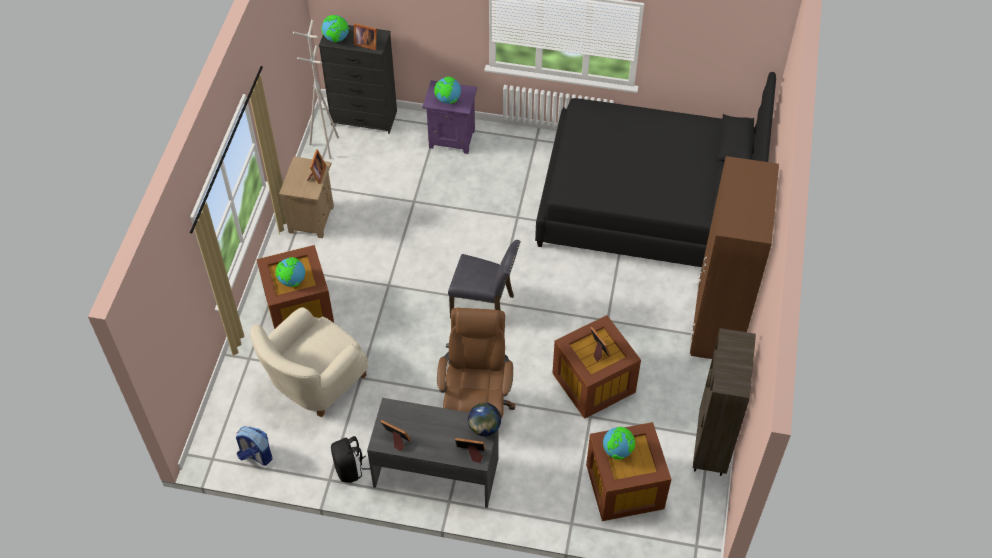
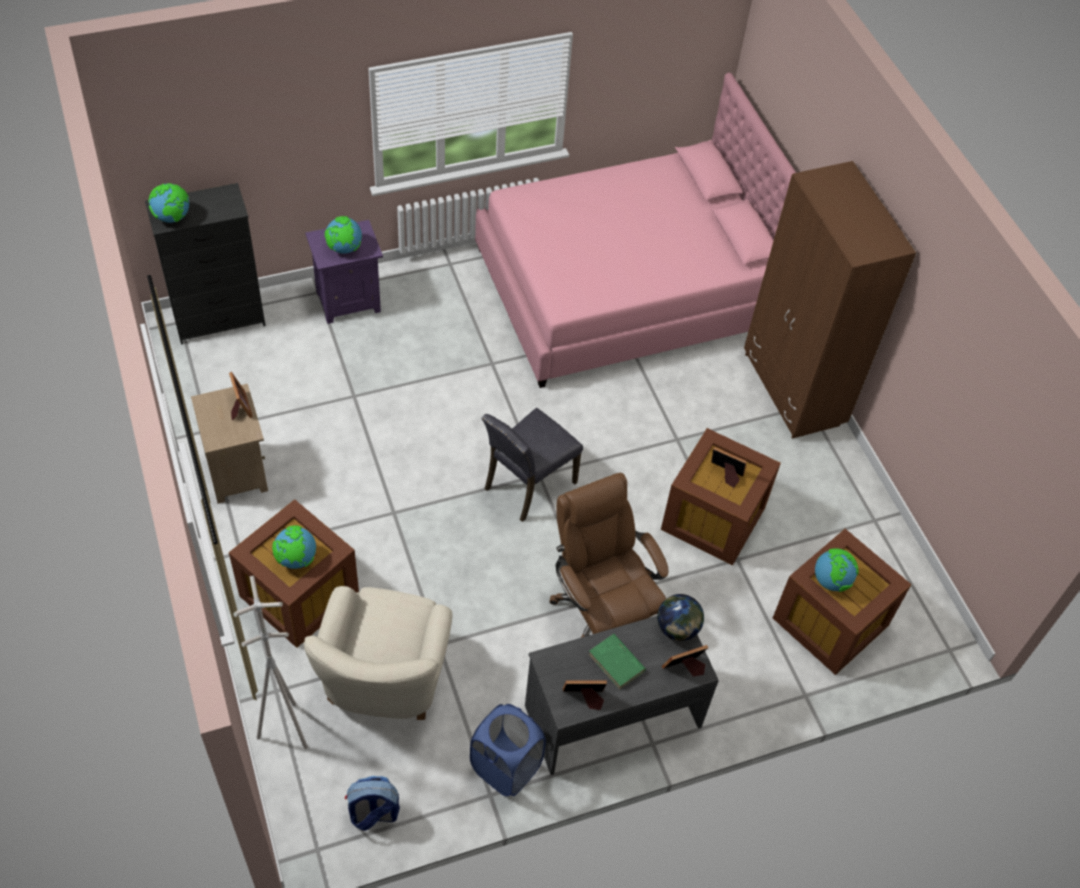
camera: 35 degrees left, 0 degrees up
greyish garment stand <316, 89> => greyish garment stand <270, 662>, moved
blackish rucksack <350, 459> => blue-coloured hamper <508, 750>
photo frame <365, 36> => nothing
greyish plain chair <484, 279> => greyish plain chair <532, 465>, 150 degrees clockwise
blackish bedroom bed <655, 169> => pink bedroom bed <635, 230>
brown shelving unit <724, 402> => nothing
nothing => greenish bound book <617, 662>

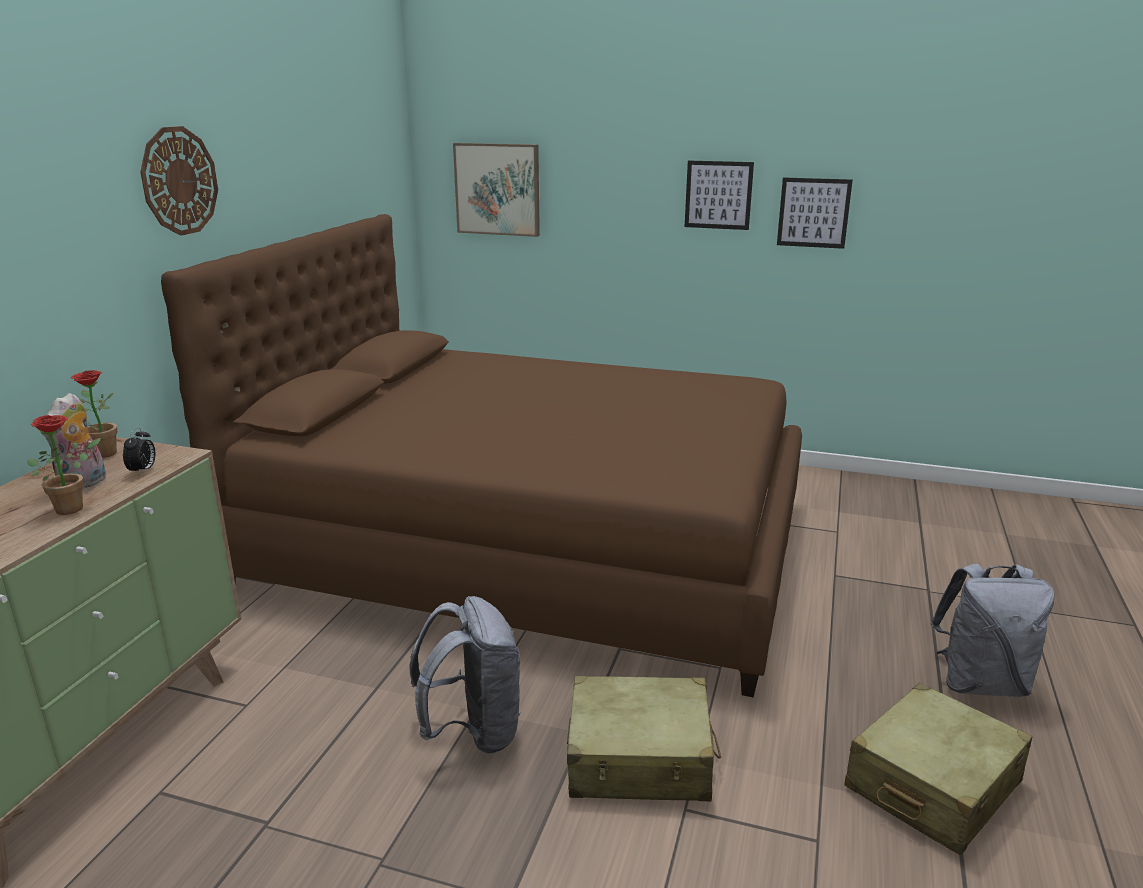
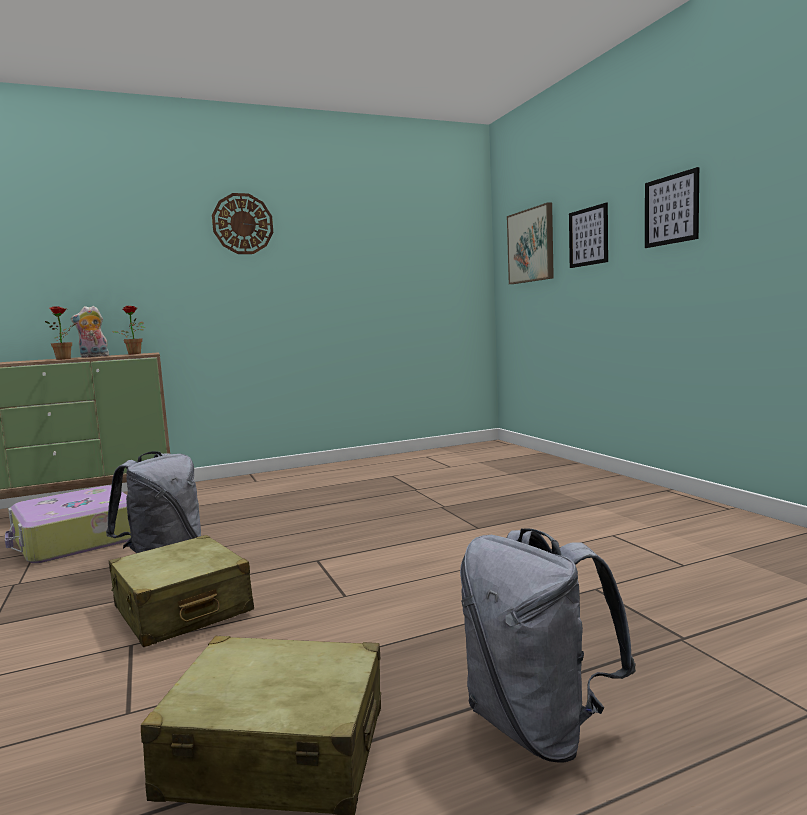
camera: 50 degrees right, 15 degrees down
table clock <139, 451> => nothing
brown bedroom bed <481, 455> => nothing
wall picture <815, 213> => wall picture <588, 235>, moved
nothing => travel case <68, 524>

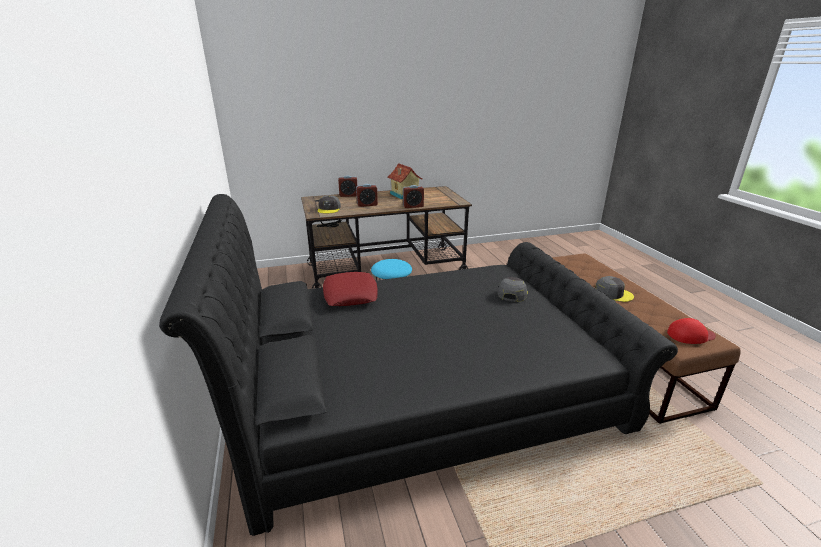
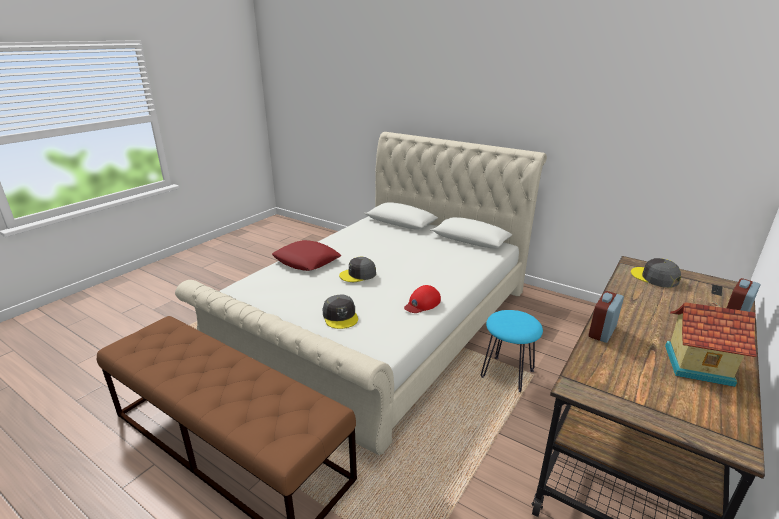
camera: 140 degrees right, 0 degrees up
blackish bedroom bed <418, 365> => beige bedroom bed <361, 293>
reddish cushion <350, 289> => reddish cushion <306, 255>, moved
table clock <367, 195> => nothing
greyish baseball cap <614, 289> => greyish baseball cap <357, 269>, moved
reddish baseball cap <691, 331> => reddish baseball cap <422, 299>, moved

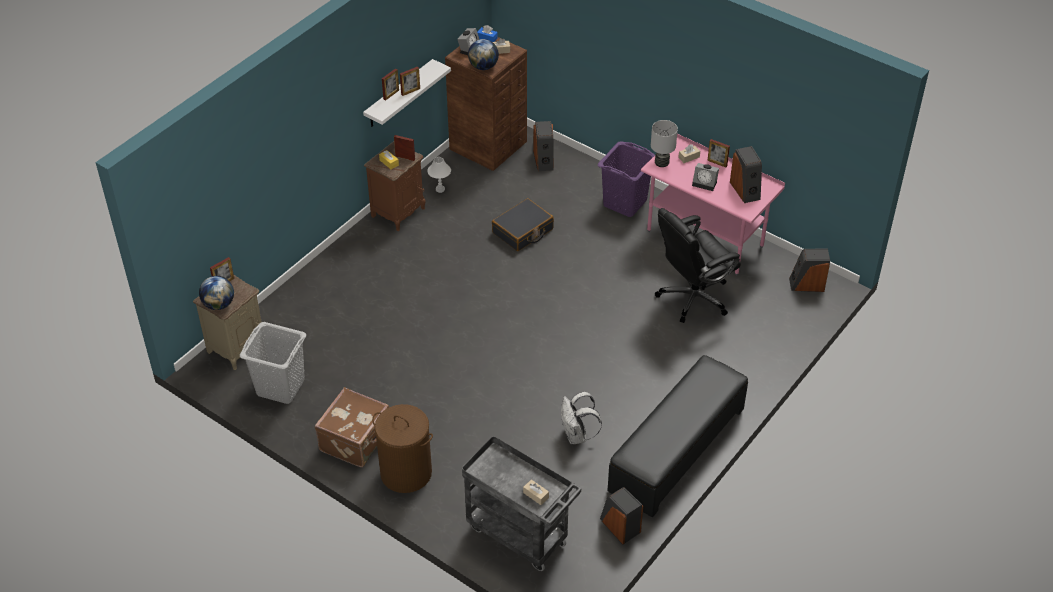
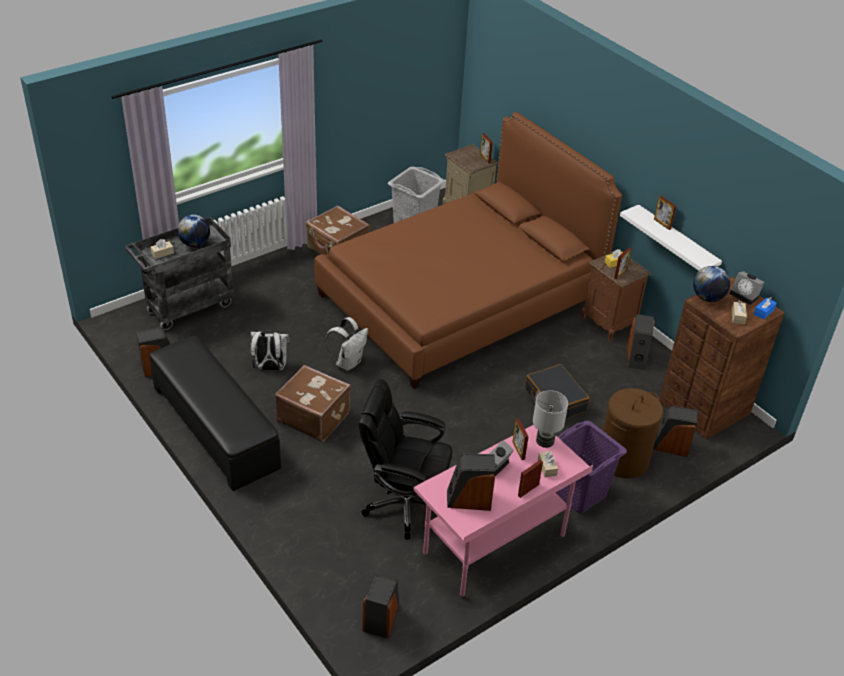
camera: 105 degrees right, 5 degrees down
world globe <216, 293> => world globe <193, 230>, moved
brown hamper <402, 448> => brown hamper <633, 433>, moved
photo frame <410, 81> => photo frame <521, 439>, moved
white lamp for a table <439, 175> => audio speaker <641, 342>
blackish computer chair <698, 265> => blackish computer chair <405, 459>, 60 degrees counterclockwise
nothing => brown travel case <313, 403>
nothing => brown bedroom bed <468, 250>
nothing => white rucksack <346, 344>

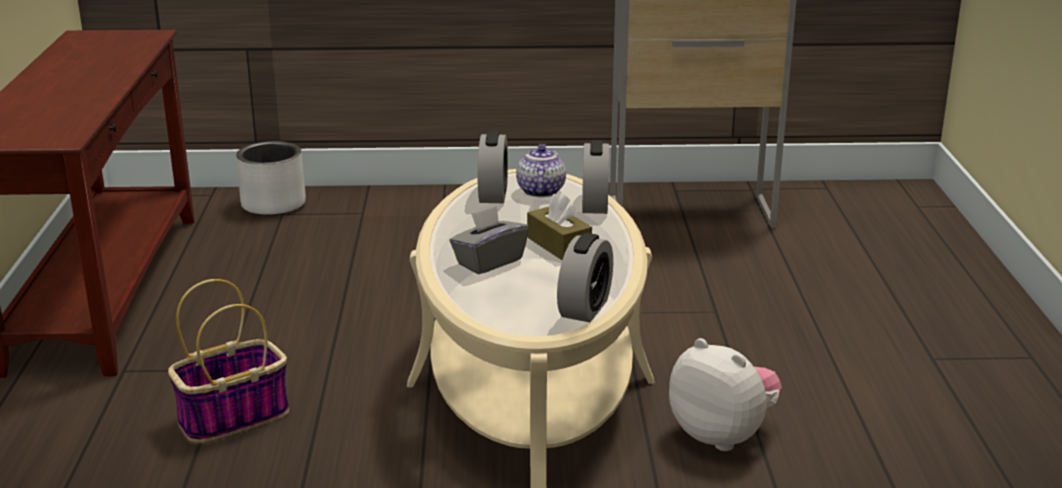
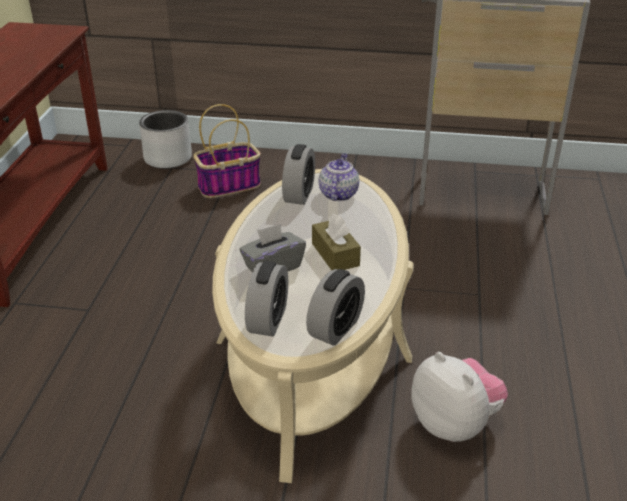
camera: 10 degrees right, 10 degrees up
basket <228, 361> => basket <227, 151>, moved
table clock <595, 177> => table clock <266, 299>, moved

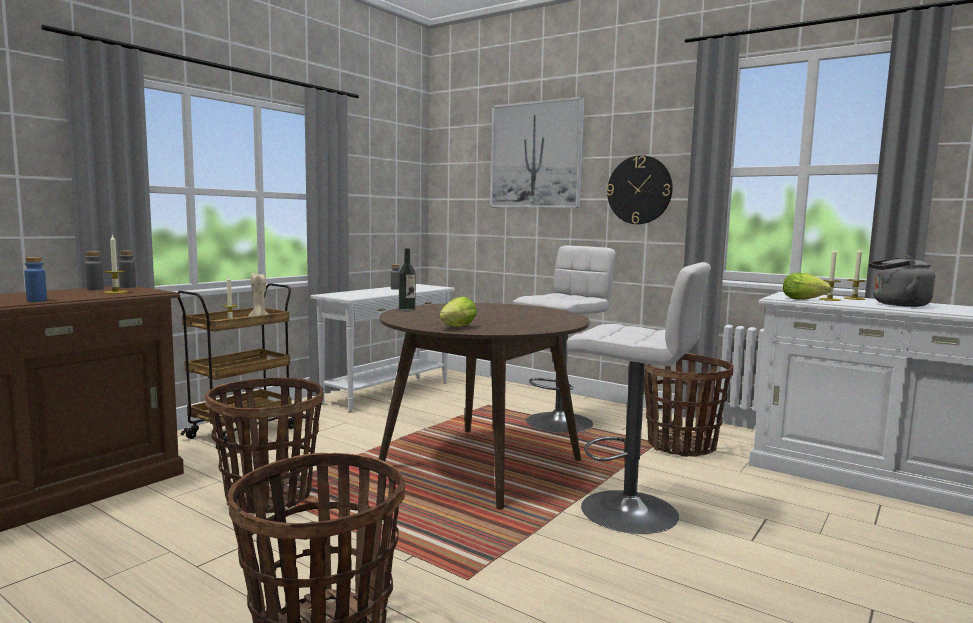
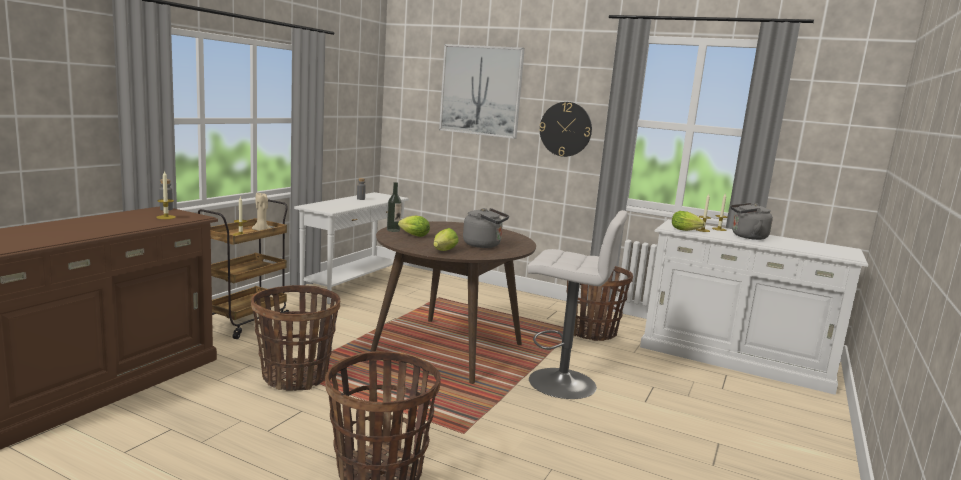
camera: 10 degrees left, 5 degrees up
blue-coloured beverage bottle <35, 279> => nothing
greyish beverage bottle <94, 270> => nothing
white stool <564, 339> => nothing
nothing => lettuce head <414, 226>
nothing => greyish tea kettle <486, 228>

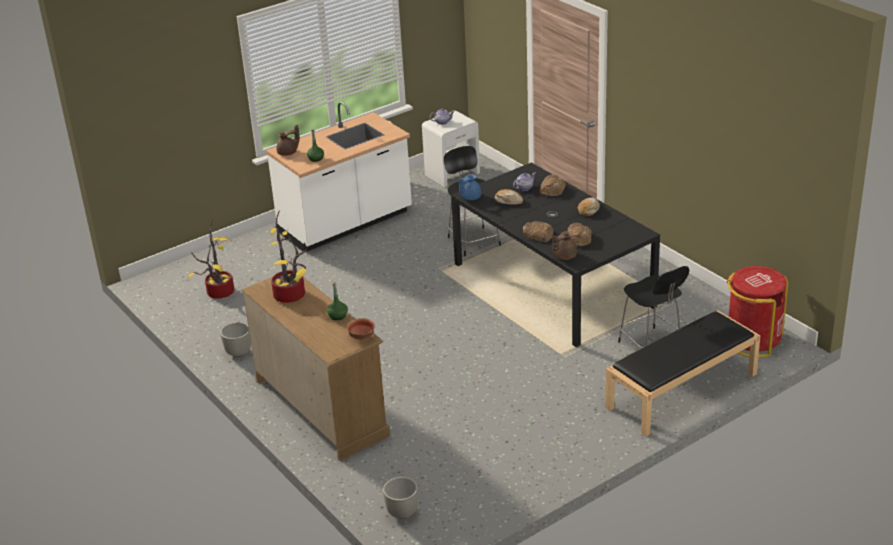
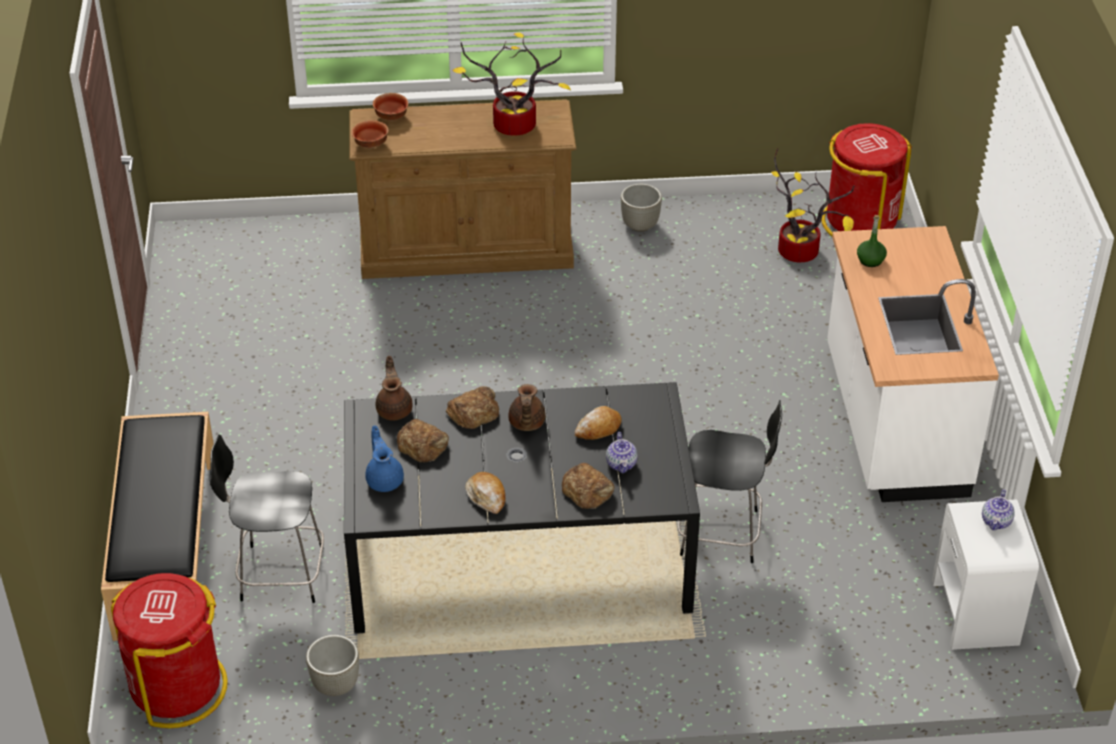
camera: 120 degrees right, 10 degrees up
brown tea pot <288, 140> => brown tea pot <527, 407>, moved
greenish beverage bottle <337, 301> => nothing
greyish flower pot <401, 498> => greyish flower pot <332, 665>, moved
blue-coloured tea pot <470, 187> => blue-coloured tea pot <384, 459>, moved
nothing => deep dish <390, 107>
nothing => reddish waste bin <866, 179>

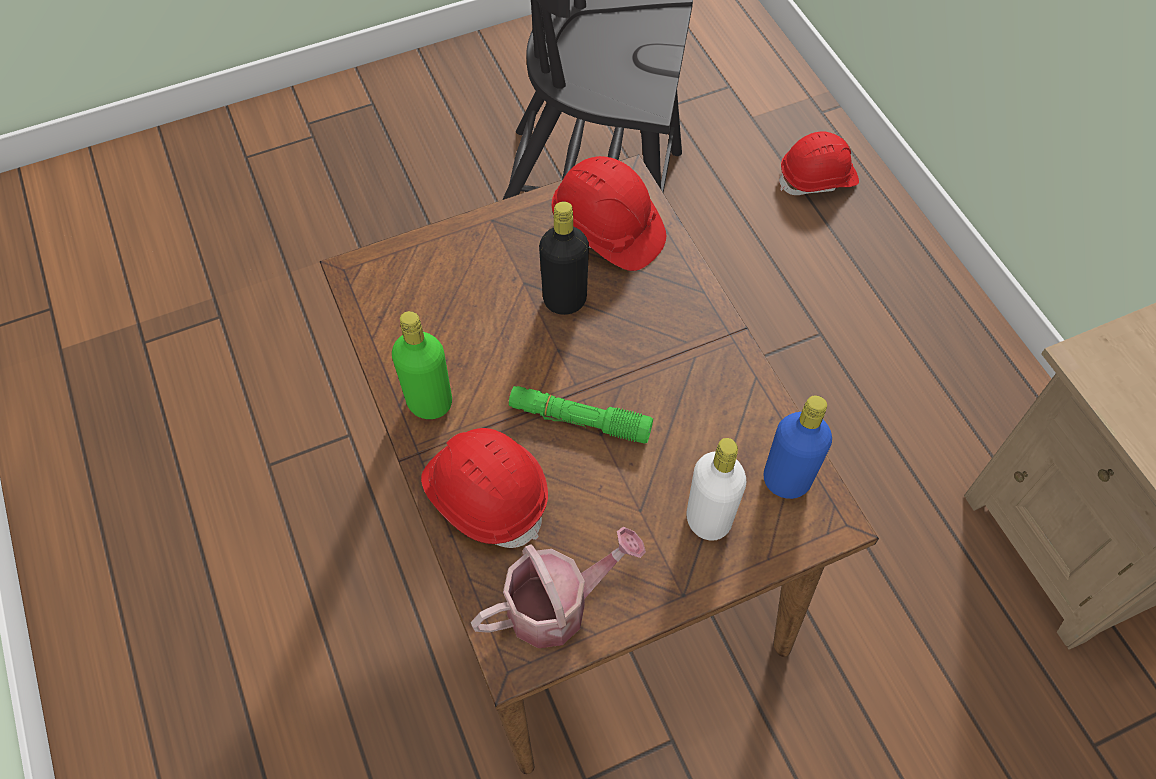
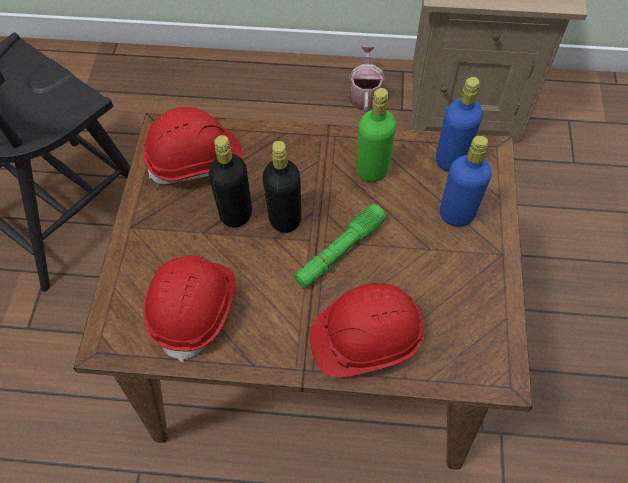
camera: 60 degrees left, 0 degrees up
greenish beverage bottle <422, 365> => greenish beverage bottle <376, 135>, moved
sprinkling can <558, 587> => sprinkling can <367, 79>, moved
white beverage bottle <716, 489> => blue-coloured beverage bottle <466, 181>
reddish hard hat <819, 163> => reddish hard hat <189, 308>, moved
nothing => blackish beverage bottle <282, 187>

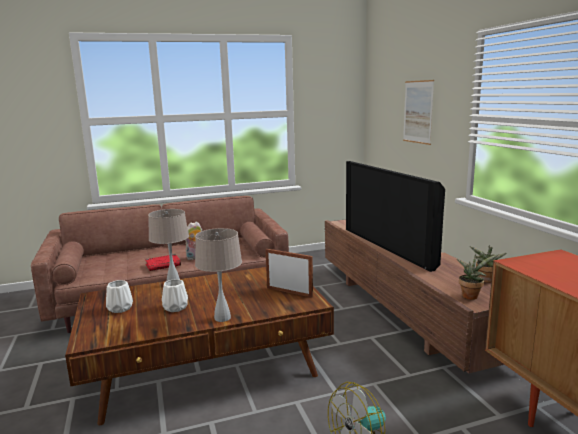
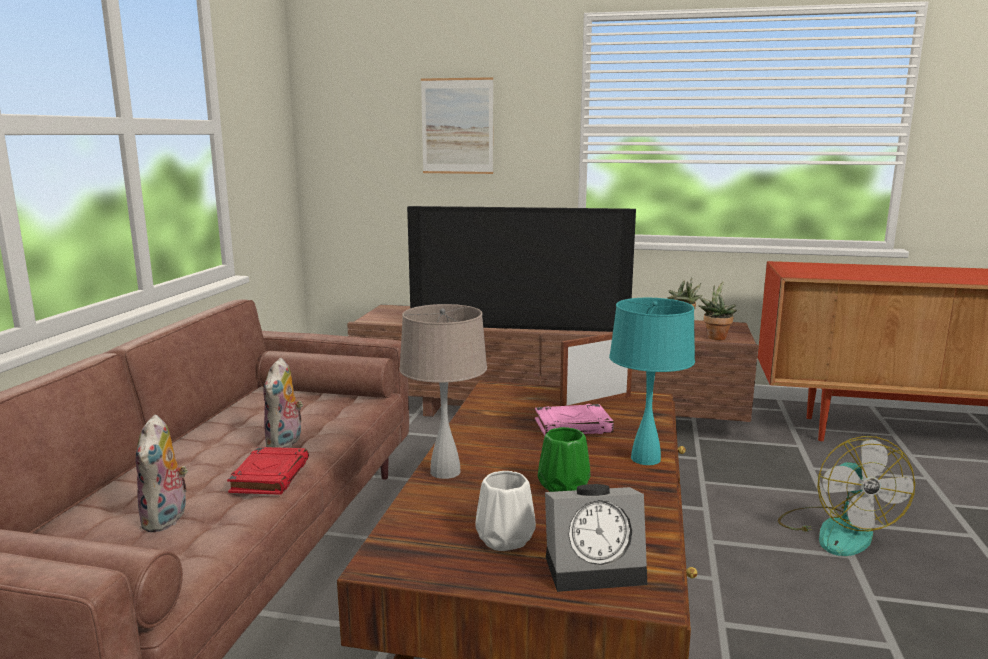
camera: 60 degrees left, 0 degrees up
white flower vase <175, 295> => greenish flower vase <564, 459>
beige lamp for a table <218, 275> => turquoise-coloured lamp for a table <652, 381>
nothing => cuddly toy <161, 473>
nothing => pink bound book <574, 420>
nothing => table clock <596, 538>

